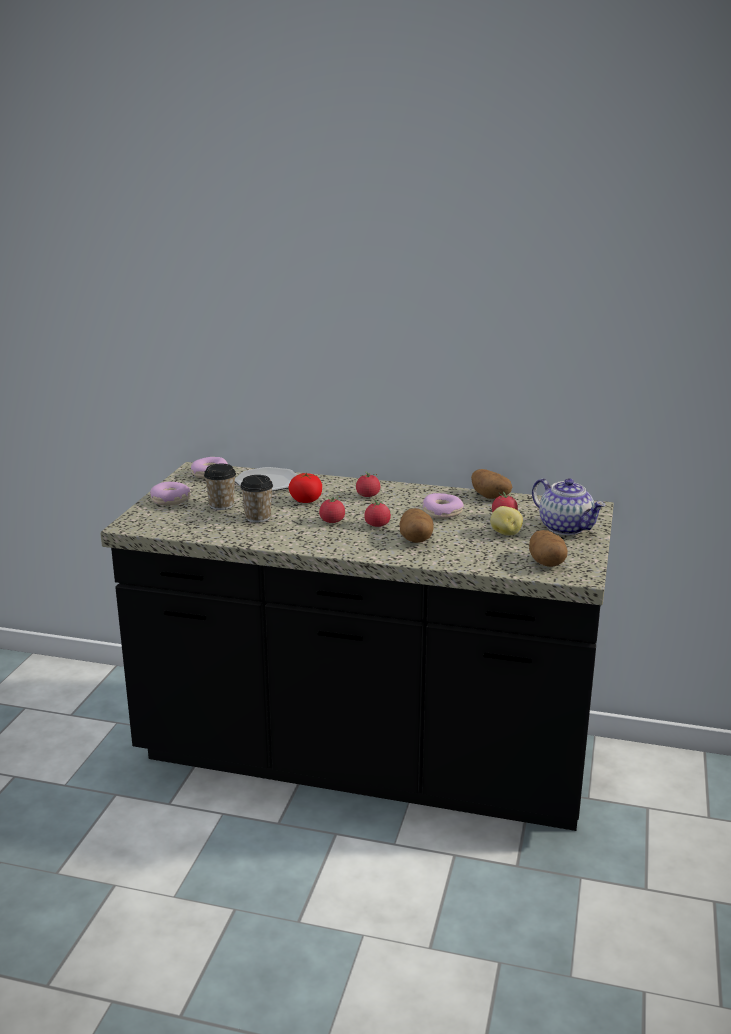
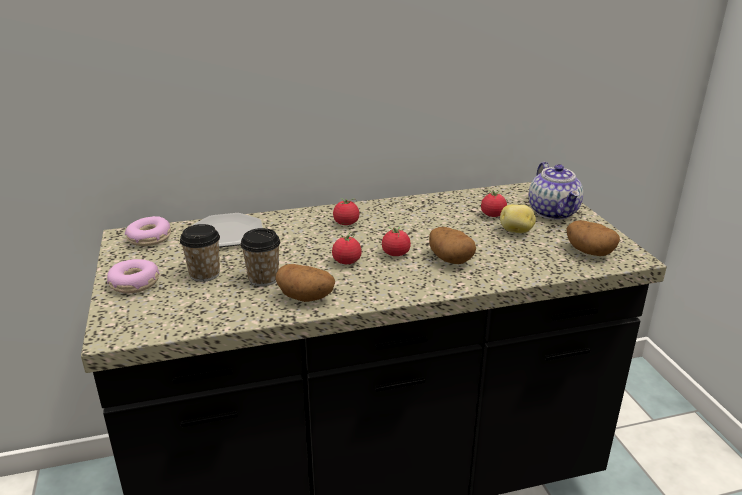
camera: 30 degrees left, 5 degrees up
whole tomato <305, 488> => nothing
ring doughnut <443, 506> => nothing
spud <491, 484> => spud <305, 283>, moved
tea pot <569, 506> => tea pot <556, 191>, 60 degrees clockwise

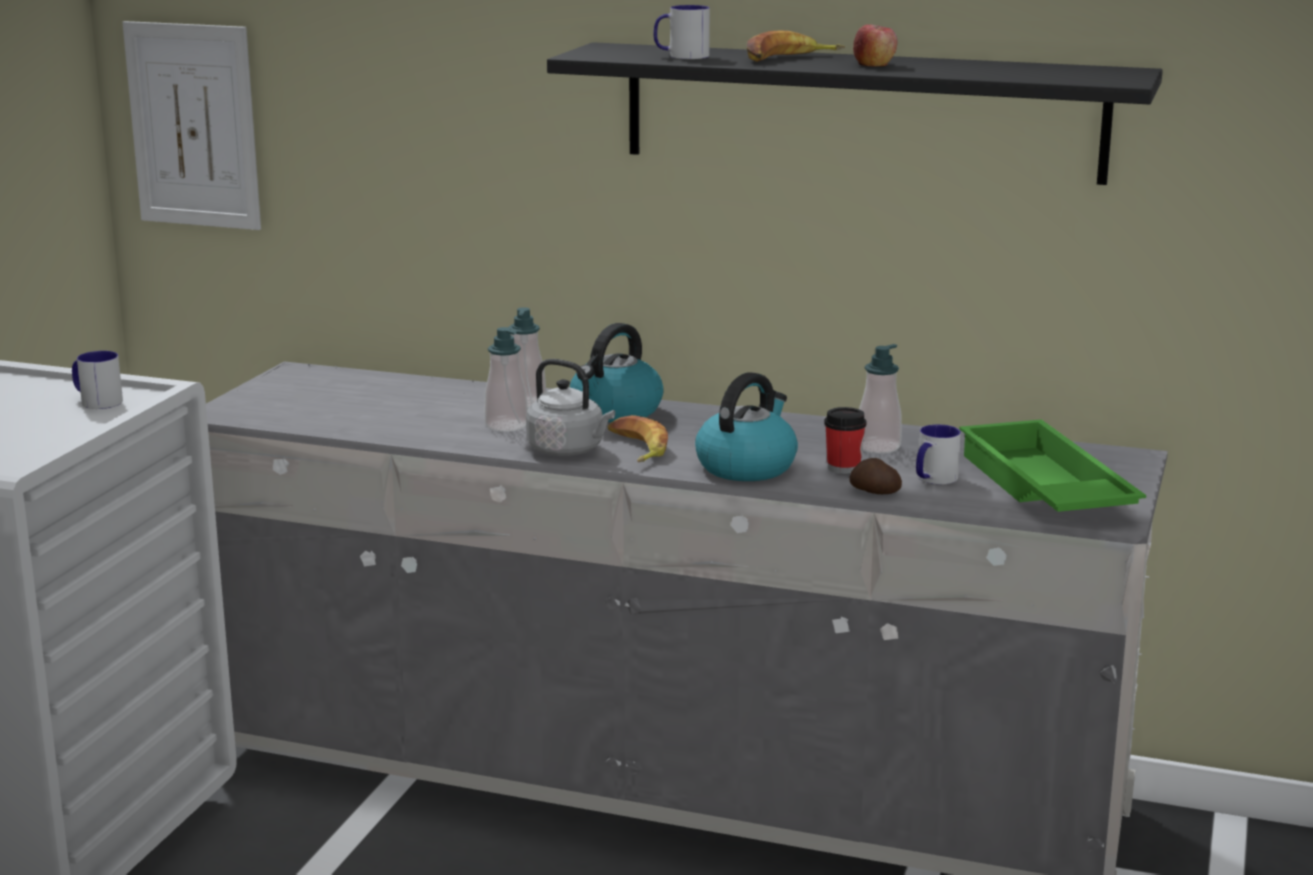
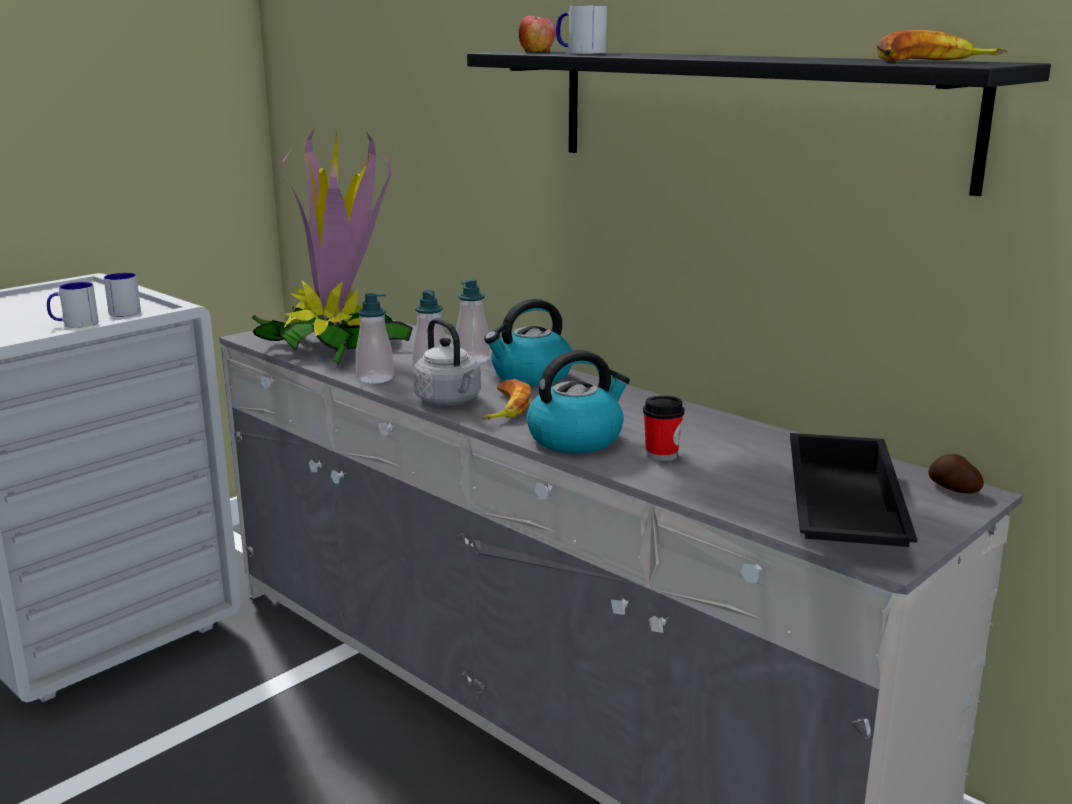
camera: 25 degrees right, 0 degrees up
wall picture <191, 125> => nothing
banana <796, 46> => banana <942, 46>, moved
spud <875, 476> => spud <956, 473>, moved
whole apple <875, 46> => whole apple <537, 34>, moved
soap dispenser <880, 399> => soap dispenser <375, 338>, moved
mug <938, 454> => mug <73, 305>, moved
greenish carrying tray <1052, 465> => blackish carrying tray <853, 490>
nothing => houseplant <332, 246>

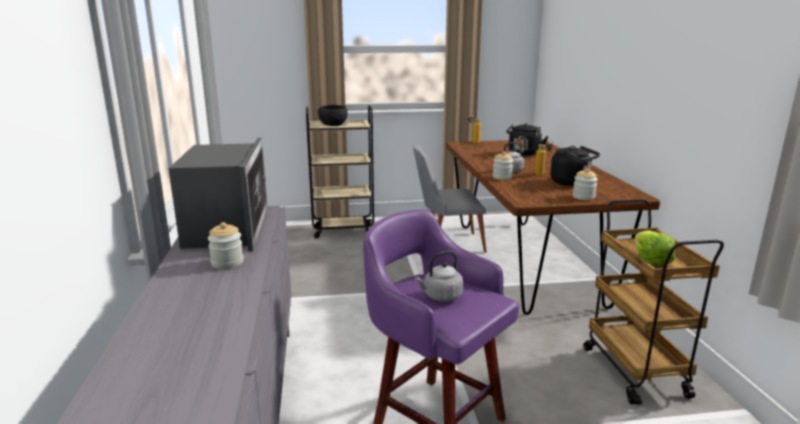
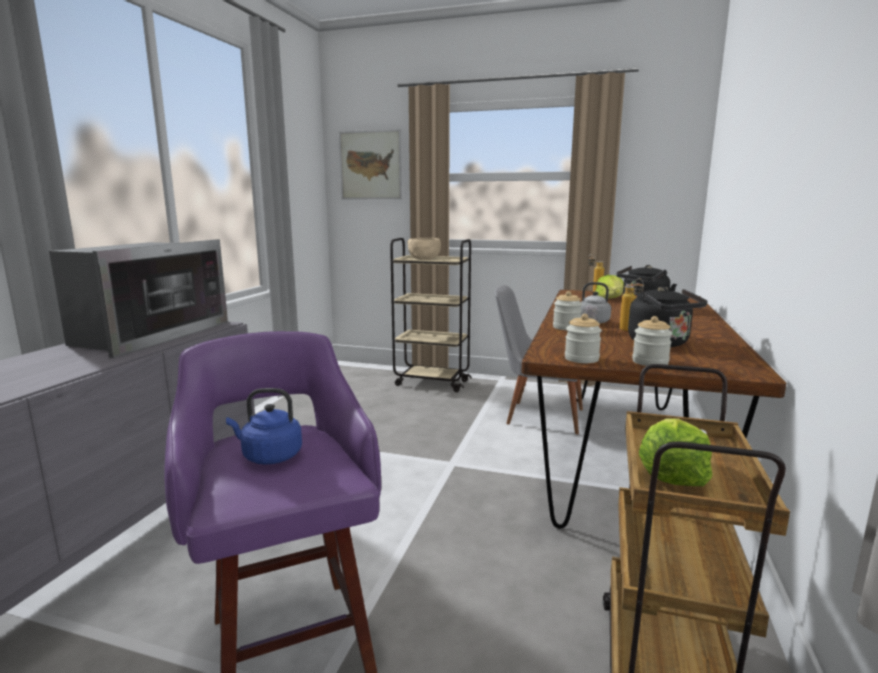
camera: 25 degrees right, 5 degrees down
preserve jar <226, 245> => preserve jar <583, 338>, moved
blackish deep dish <333, 115> => beige deep dish <424, 249>
greyish tea kettle <438, 276> => blue-coloured tea kettle <264, 426>
nothing => wall picture <370, 164>
nothing => lettuce head <609, 287>

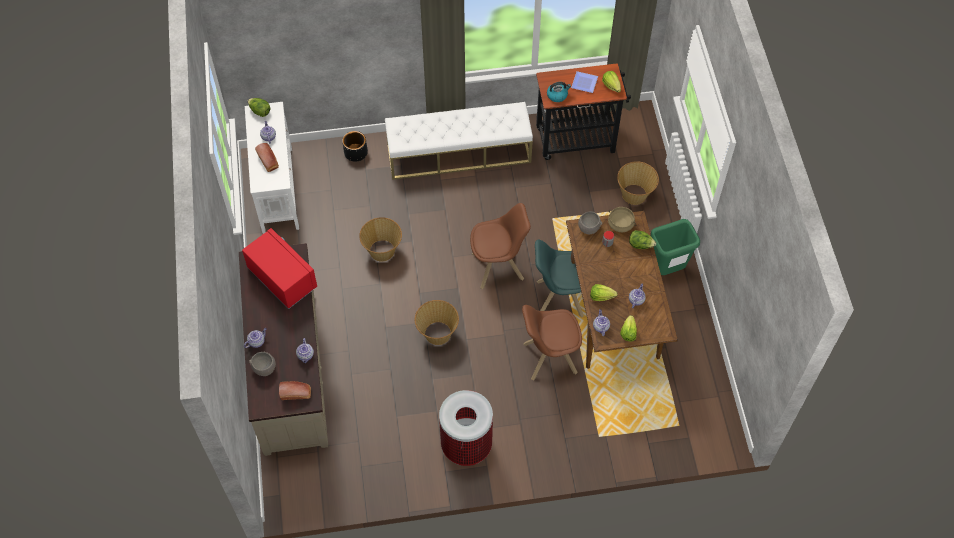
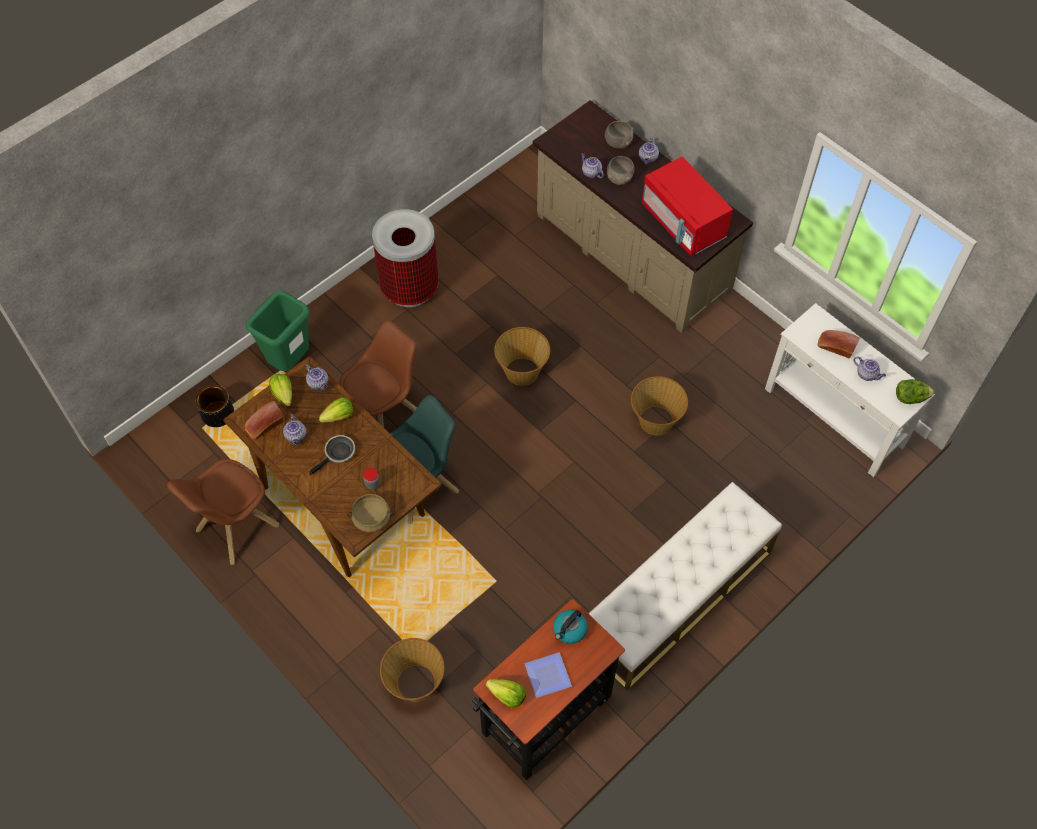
camera: 145 degrees right, 0 degrees up
reddish kitchen microwave <279, 268> => reddish kitchen microwave <687, 206>, 45 degrees clockwise
baked bread <295, 390> => baked bread <264, 420>, moved
blackish flower pot <355, 146> => blackish flower pot <214, 406>, moved
brown plain chair <500, 246> => brown plain chair <223, 512>, moved
greyish deep dish <590, 222> => greyish deep dish <621, 170>, moved
lettuce head <642, 239> => nothing
greenish waste bin <675, 247> => greenish waste bin <277, 331>, moved
nothing => skillet <332, 455>

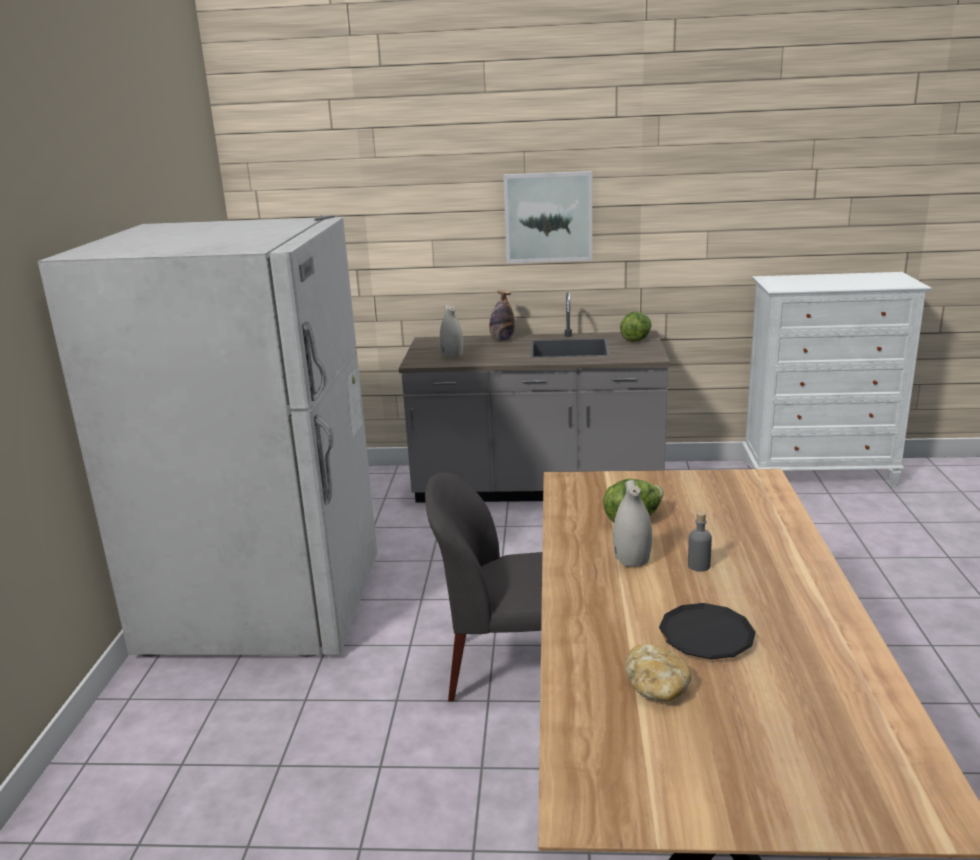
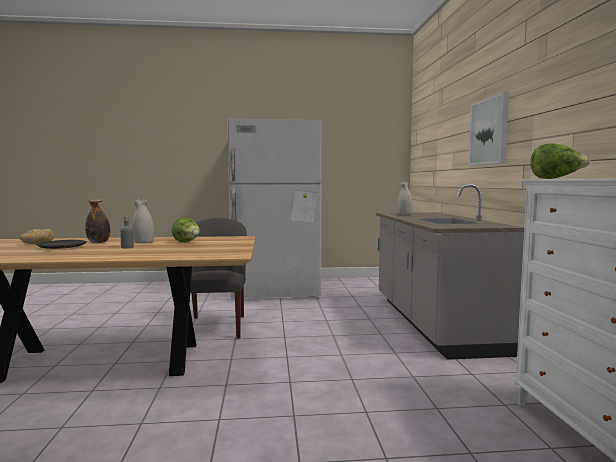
camera: 80 degrees right, 15 degrees down
beverage bottle <502, 315> => beverage bottle <97, 221>, moved
lettuce head <636, 327> => lettuce head <560, 161>, moved

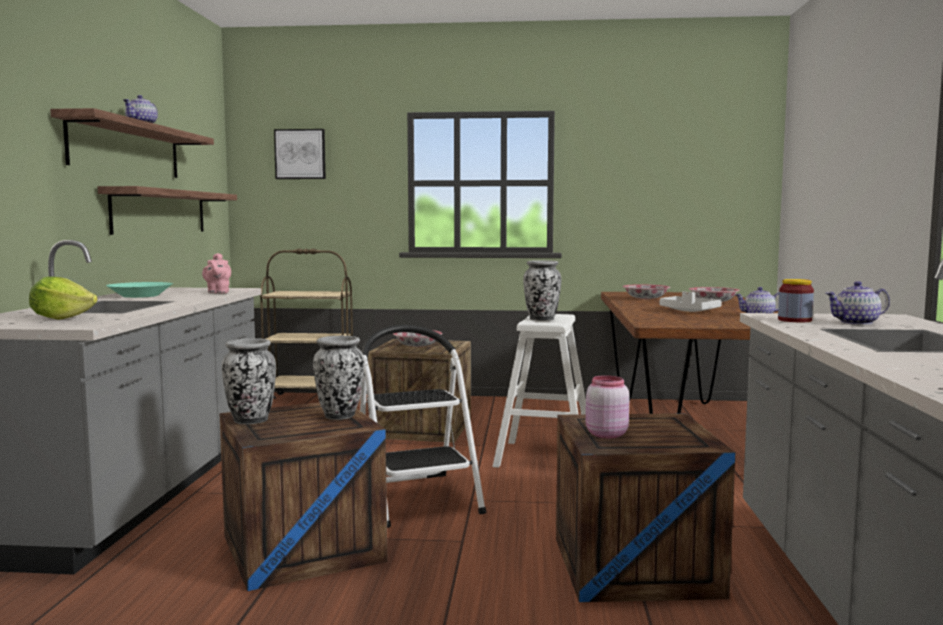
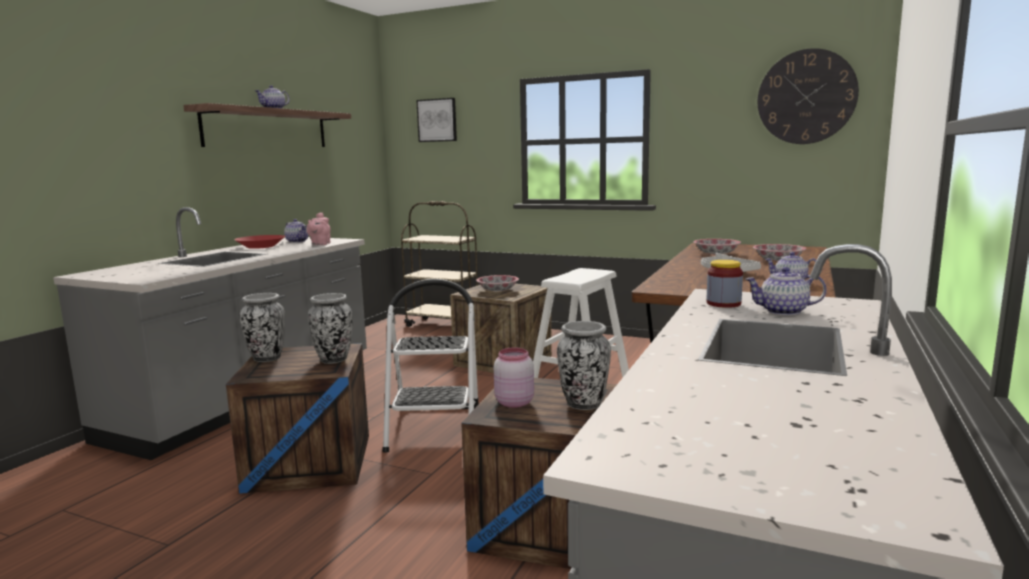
camera: 20 degrees right, 5 degrees up
lettuce head <63, 298> => nothing
bracket shelf <167, 210> => nothing
turquoise-coloured deep dish <139, 290> => reddish deep dish <259, 242>
flower vase <542, 290> => flower vase <584, 365>, moved
nothing => tea pot <296, 231>
nothing => wall clock <808, 96>

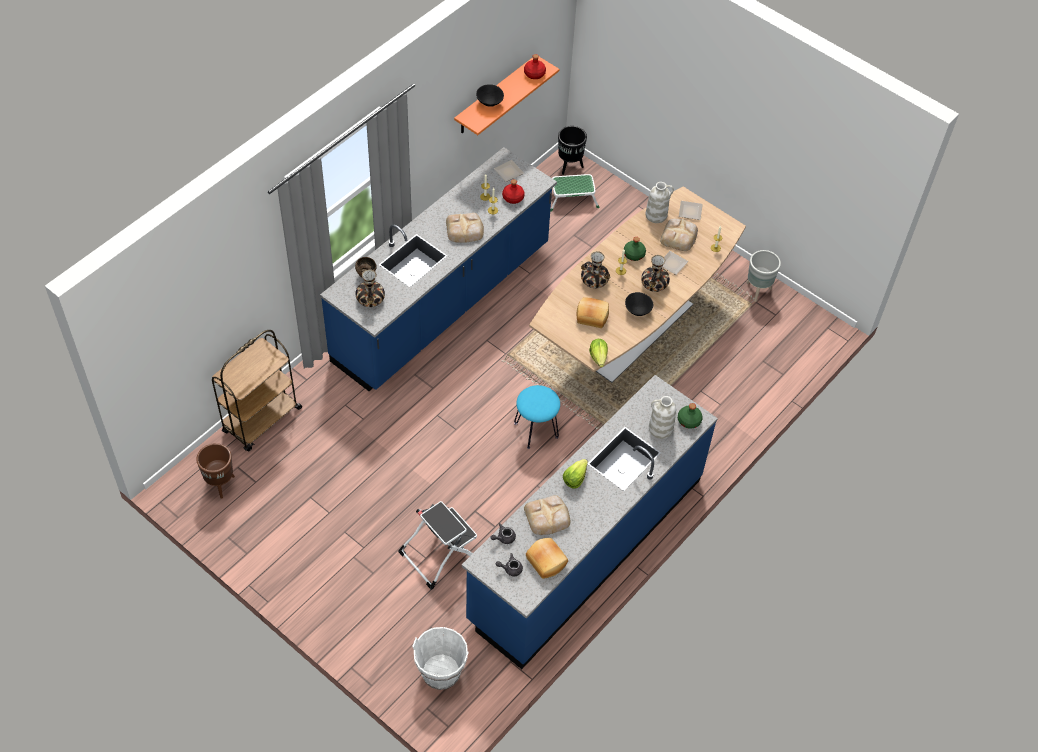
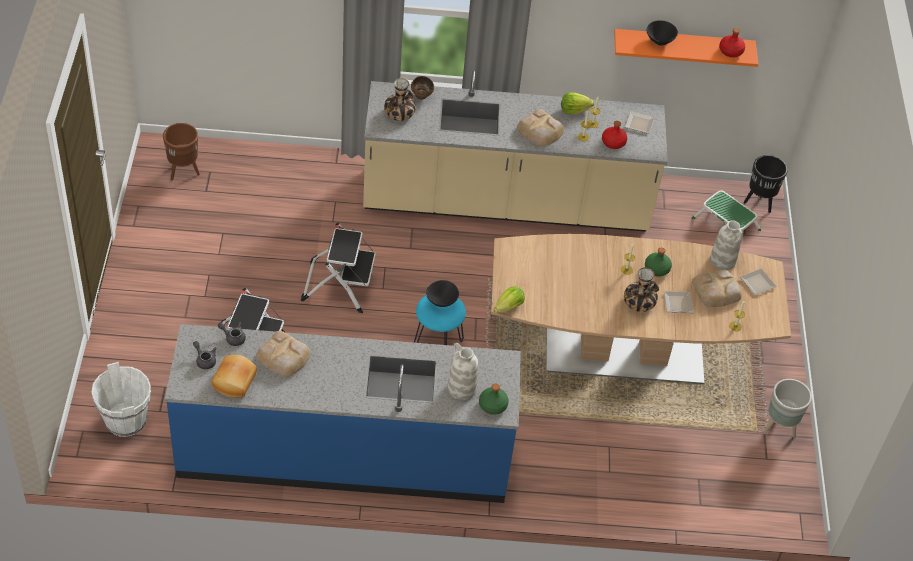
camera: 50 degrees right, 5 degrees down
brown cart <257, 391> => nothing
blue-coloured counter <438, 269> => beige counter <515, 151>
lettuce head <575, 474> => lettuce head <577, 103>, moved
baked bread <593, 312> => nothing
flower vase <595, 269> => nothing
blackish deep dish <639, 304> => blackish deep dish <442, 293>, moved
nothing => stepladder <338, 268>

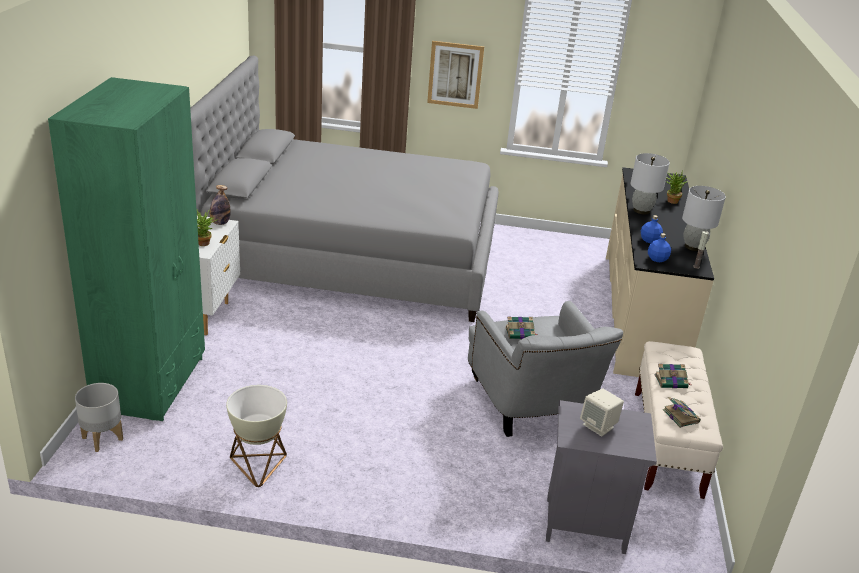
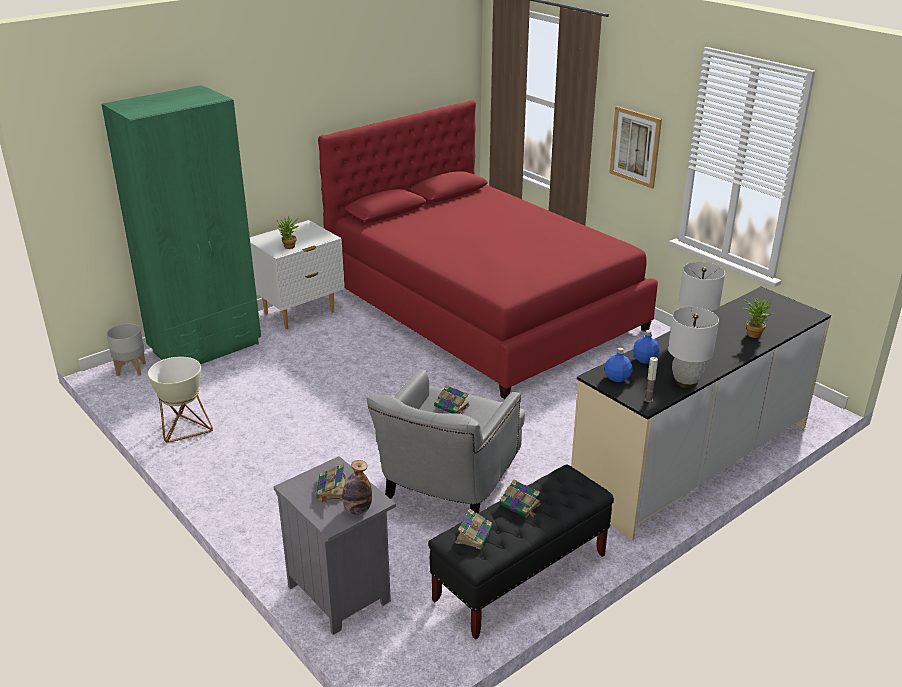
camera: 45 degrees right, 0 degrees up
greyish bedroom bed <344, 189> => reddish bedroom bed <488, 249>
beverage bottle <220, 205> => beverage bottle <357, 487>, moved
beige audio speaker <602, 412> => bound book <332, 482>
beige long seat <679, 420> => blackish long seat <521, 552>

